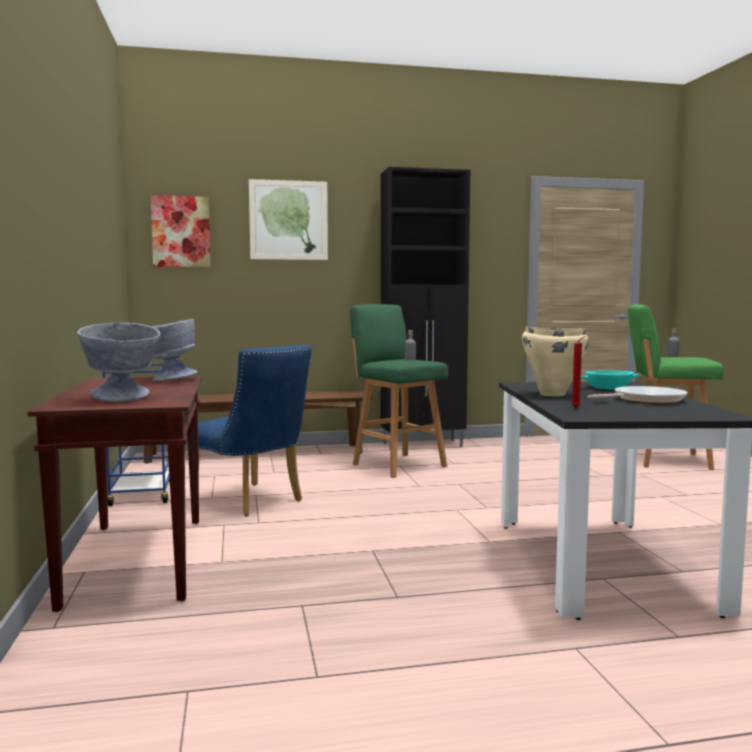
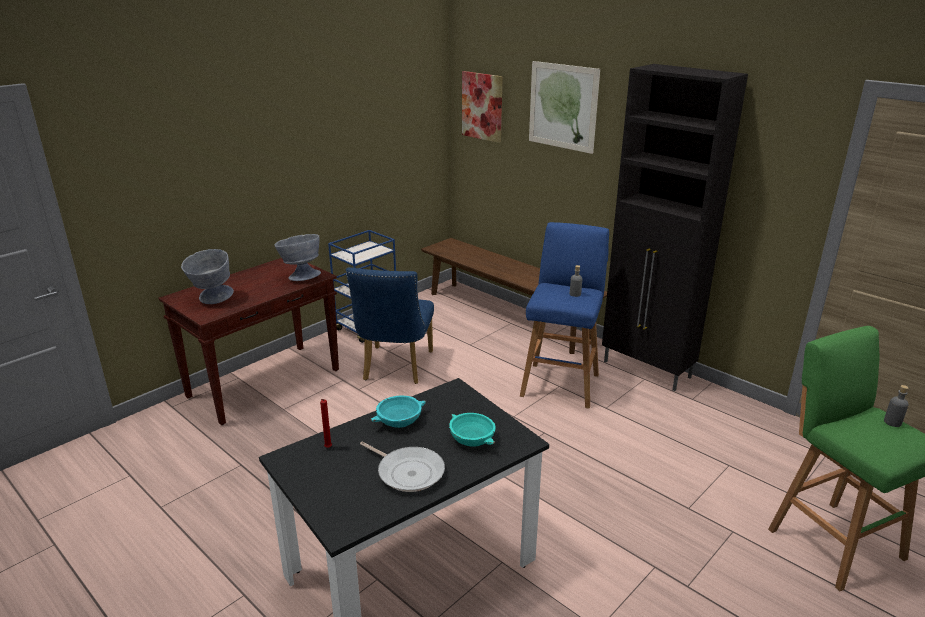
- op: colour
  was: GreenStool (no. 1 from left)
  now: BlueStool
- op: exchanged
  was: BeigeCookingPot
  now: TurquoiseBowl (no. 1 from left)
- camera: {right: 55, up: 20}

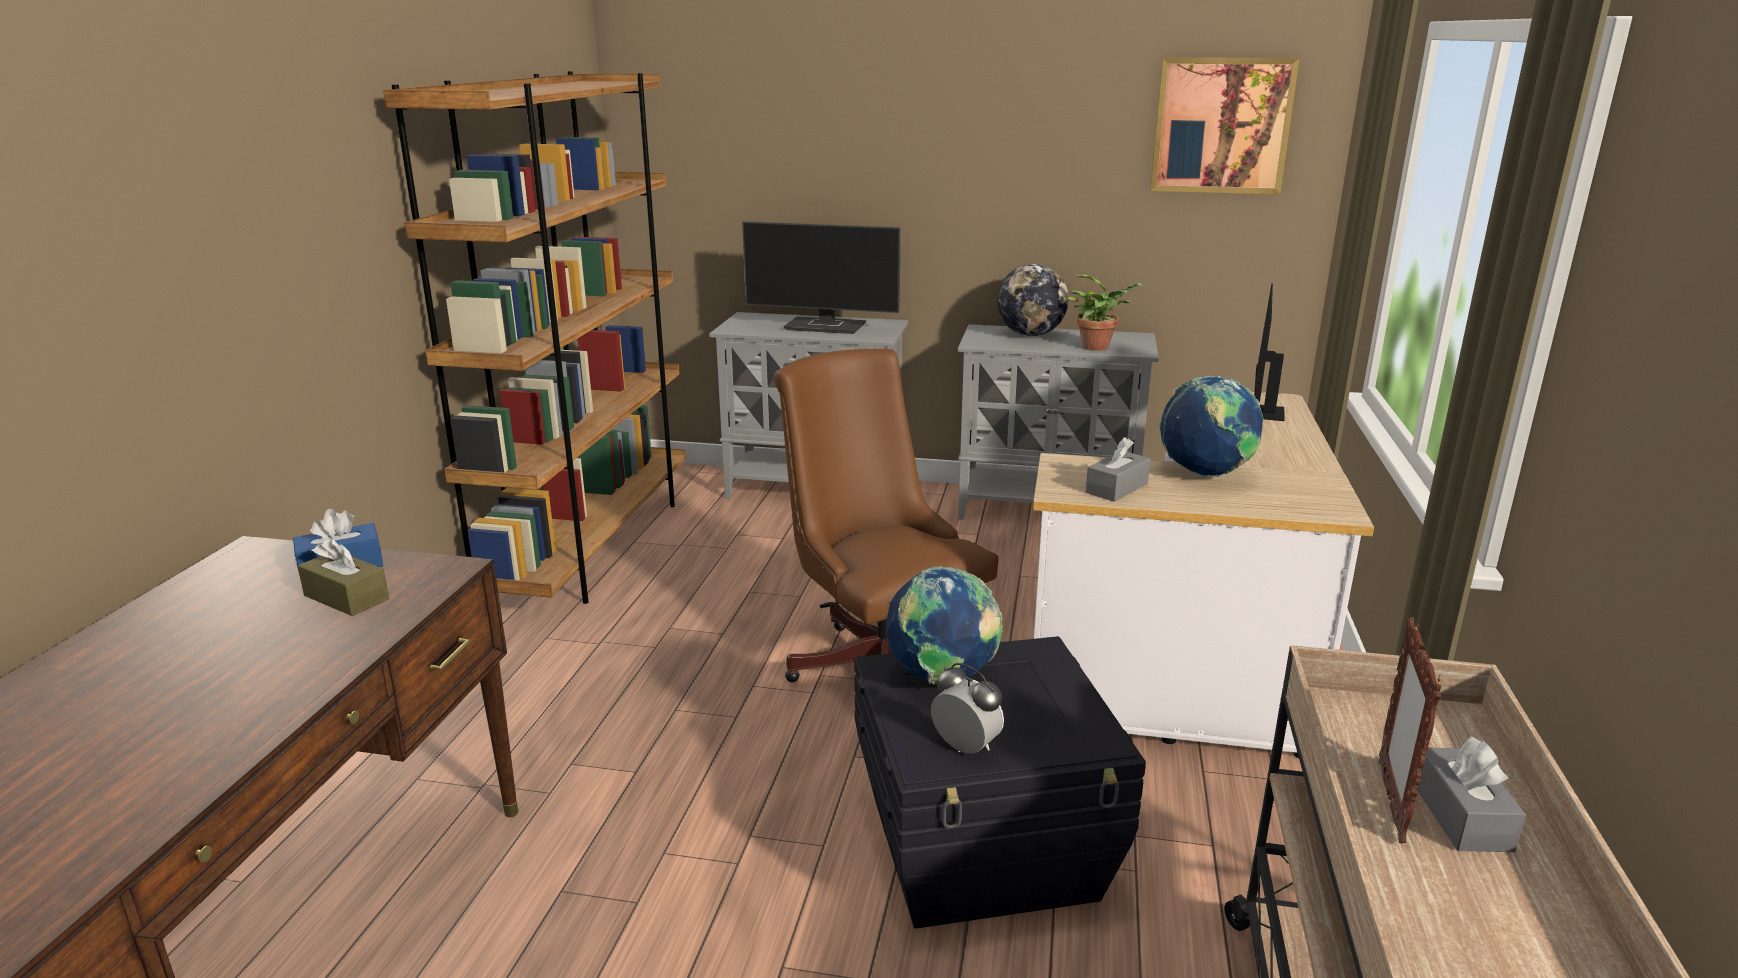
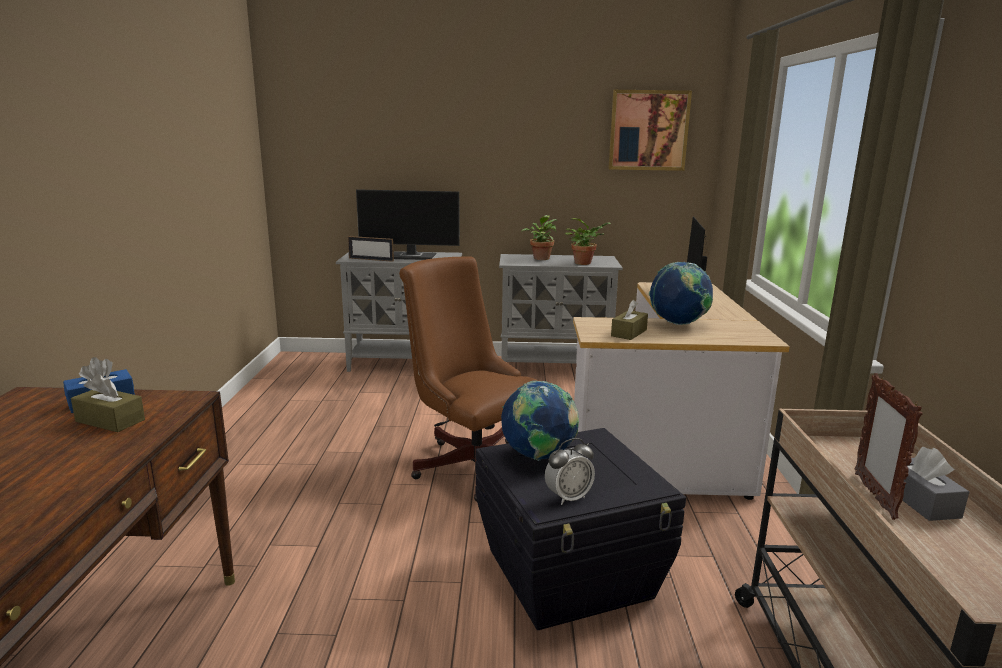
- op: missing
  was: BrownBookcase
- op: exchanged
  was: Globe (no. 2 from left)
  now: PottedPlant (no. 1 from left)
- op: colour
  was: GreyTissueBox (no. 1 from left)
  now: BrownTissueBox (no. 2 from left)
- op: spun
  was: AlarmClock
  clockwise: 120
- op: appeared
  now: PictureFrame (no. 1 from left)
- camera: {right: -10, up: -5}

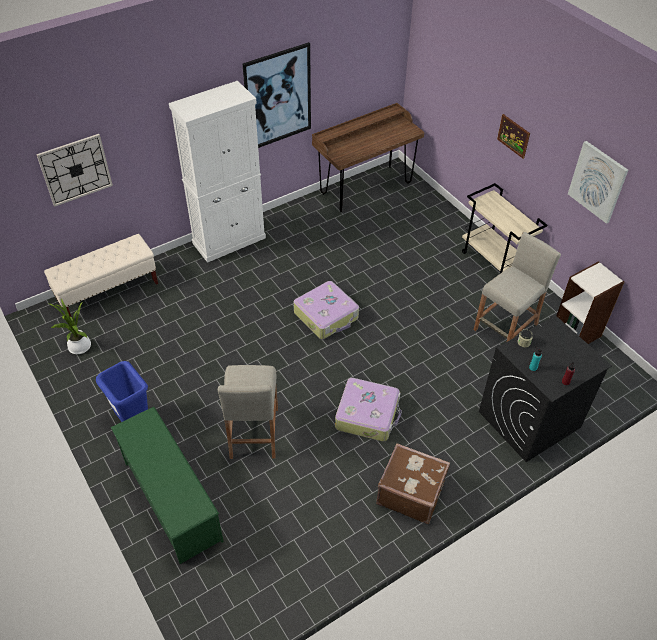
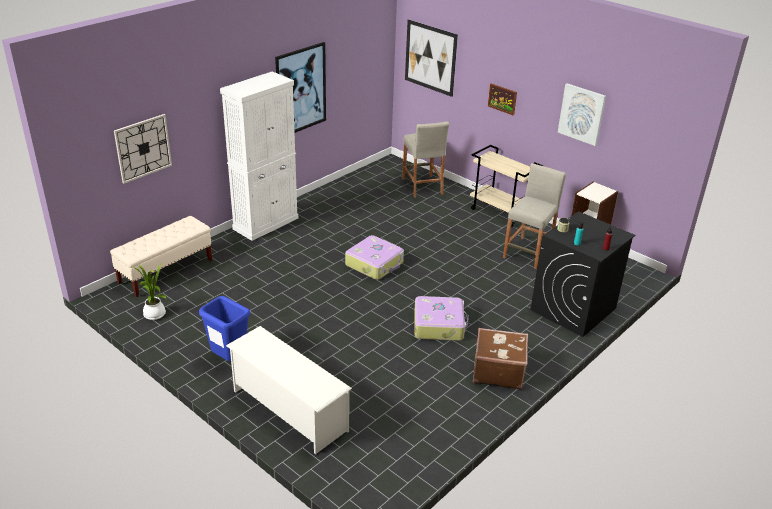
- op: missing
  was: BrownDesk
- op: relocated
  was: BeigeStool (no. 1 from left)
- op: colour
  was: GreenShoeRack
  now: WhiteShoeRack
- op: appeared
  now: Picture (no. 2 from left)
- camera: {right: -15, up: -15}

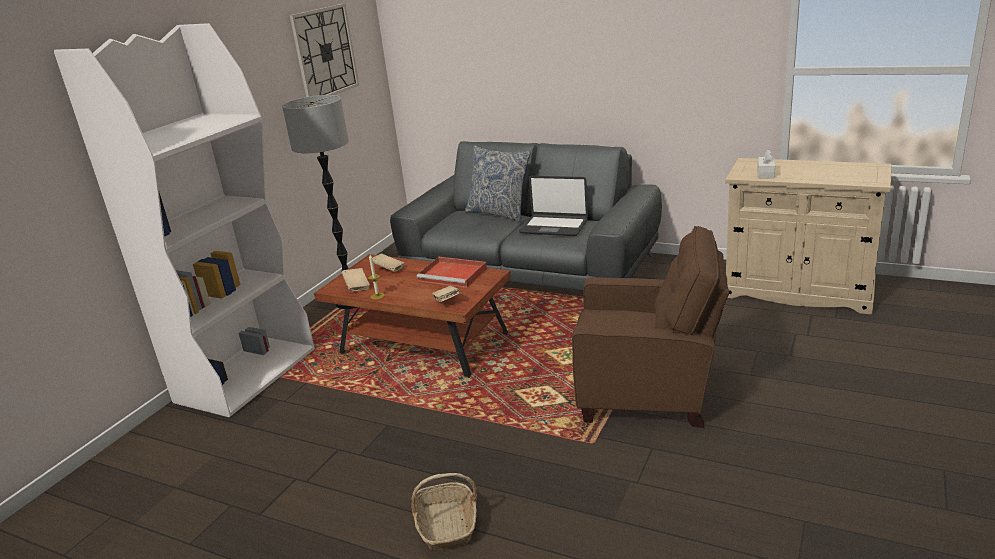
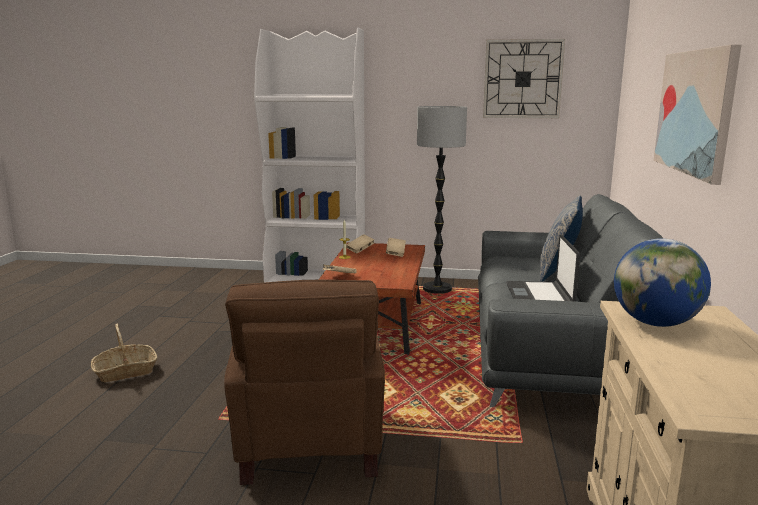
- op: exchanged
  was: WhiteTissueBox
  now: Globe
- op: missing
  was: RedTray
- op: appeared
  now: Picture
- camera: {right: 70, up: -10}

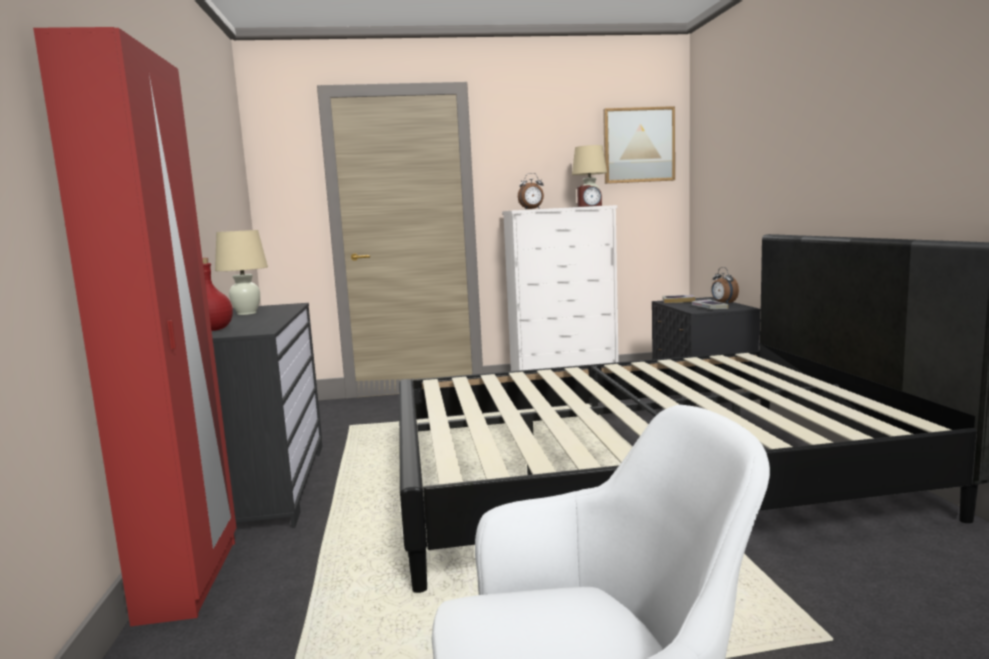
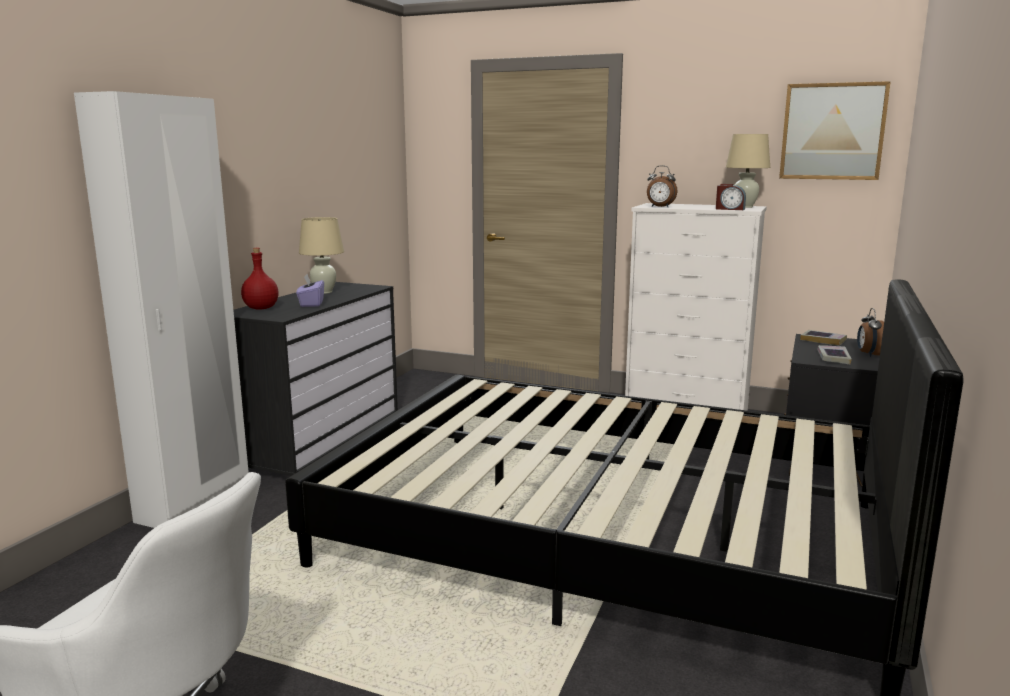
- op: colour
  was: RedWardrobe
  now: WhiteWardrobe
- op: appeared
  now: PurpleTissueBox
- camera: {right: 30, up: 5}

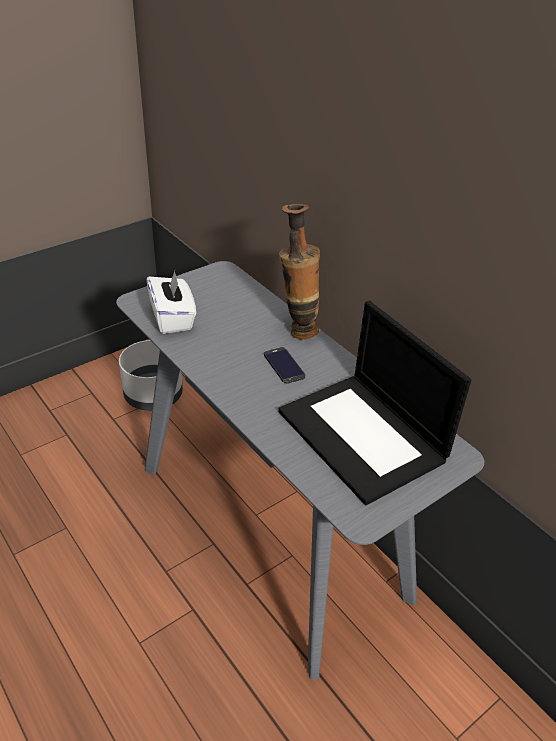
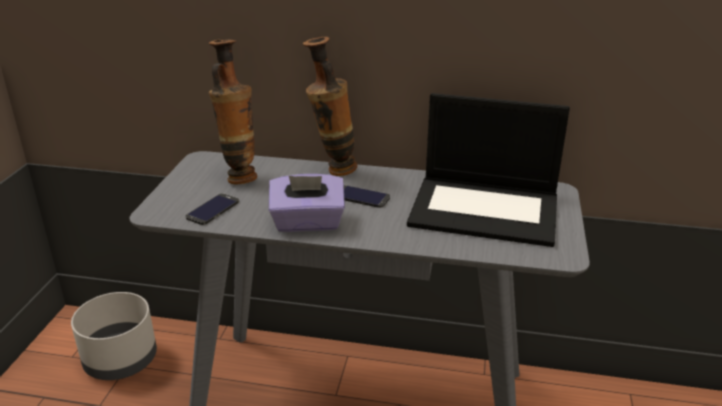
- op: exchanged
  was: WhiteTissueBox
  now: Phone (no. 1 from left)
- op: appeared
  now: Vase (no. 1 from left)
- op: appeared
  now: PurpleTissueBox
- camera: {right: -40, up: -10}

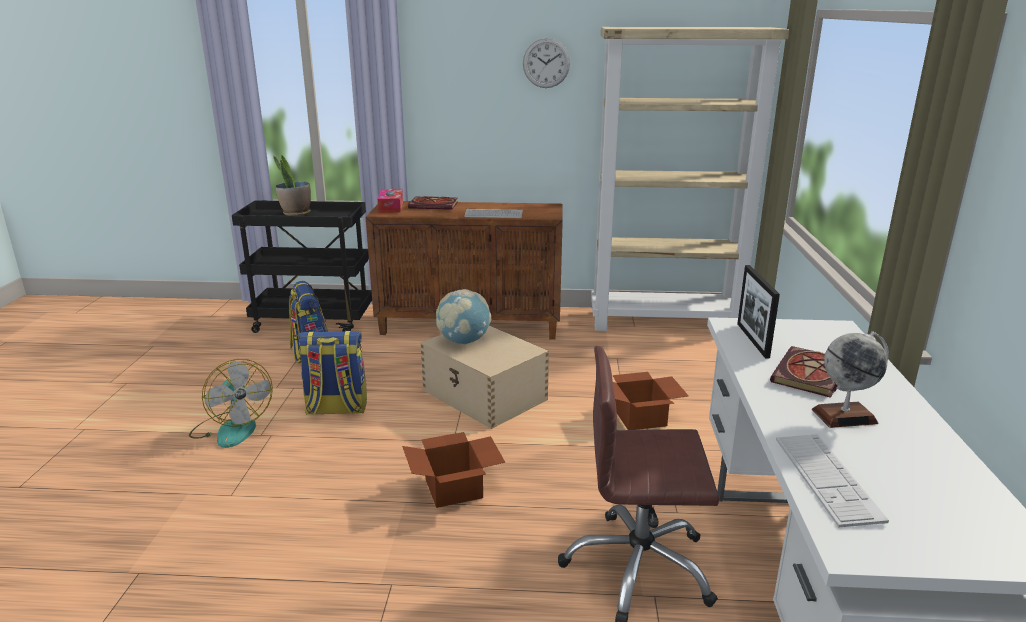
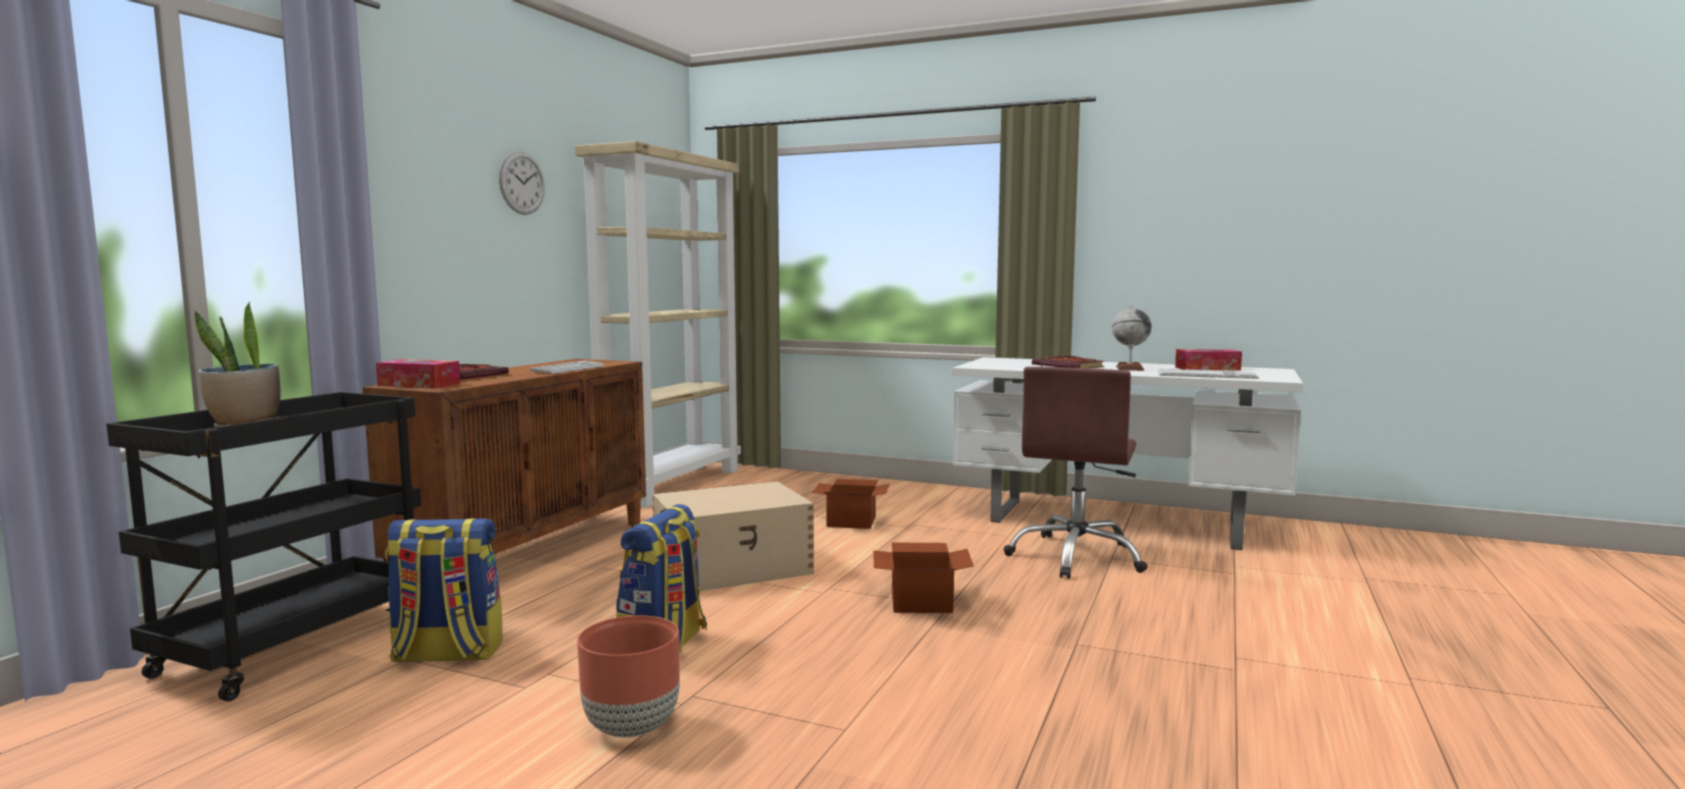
- op: missing
  was: PictureFrame
- op: missing
  was: Globe (no. 1 from left)
- op: exchanged
  was: Fan
  now: BrownPlanter
- op: appeared
  now: TissueBox (no. 2 from left)
- camera: {right: -70, up: -15}

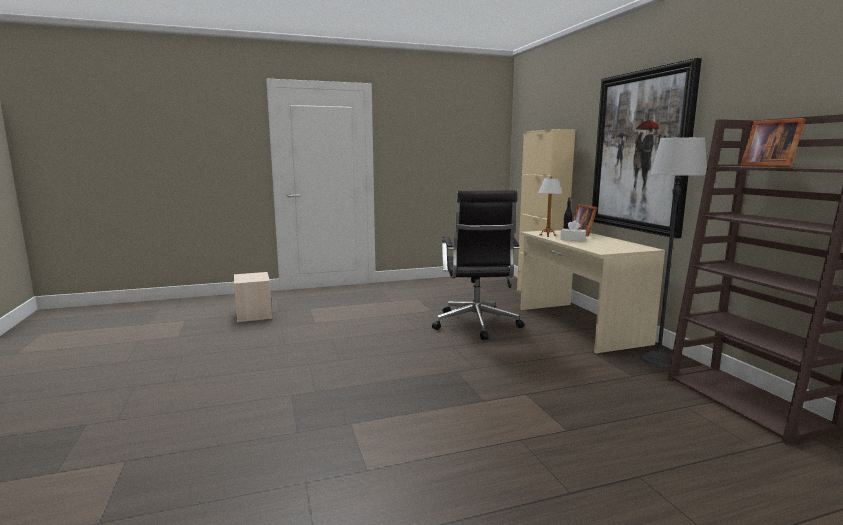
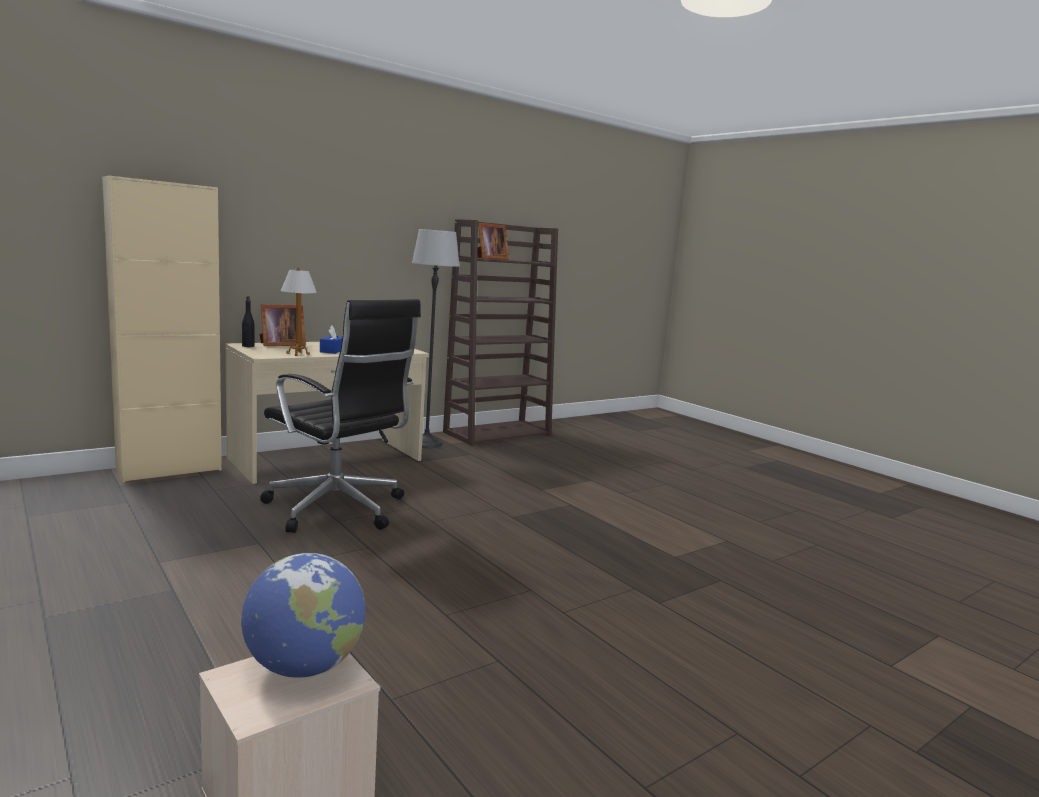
- op: missing
  was: Picture
- op: spun
  was: BlackOfficeChair
  clockwise: 60
- op: colour
  was: WhiteTissueBox
  now: BlueTissueBox
- op: appeared
  now: Globe
- camera: {right: -110, up: 0}

